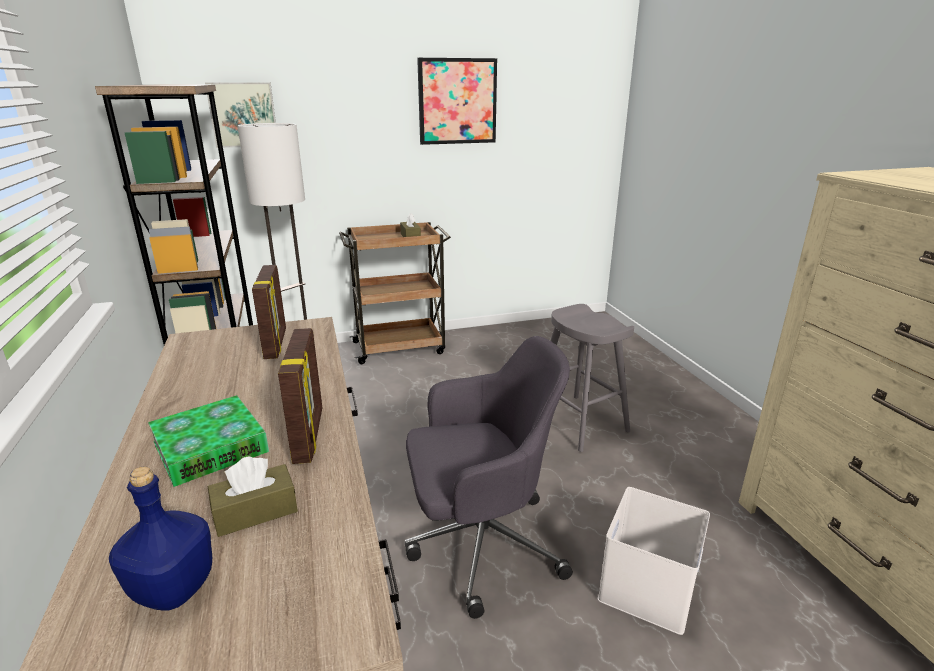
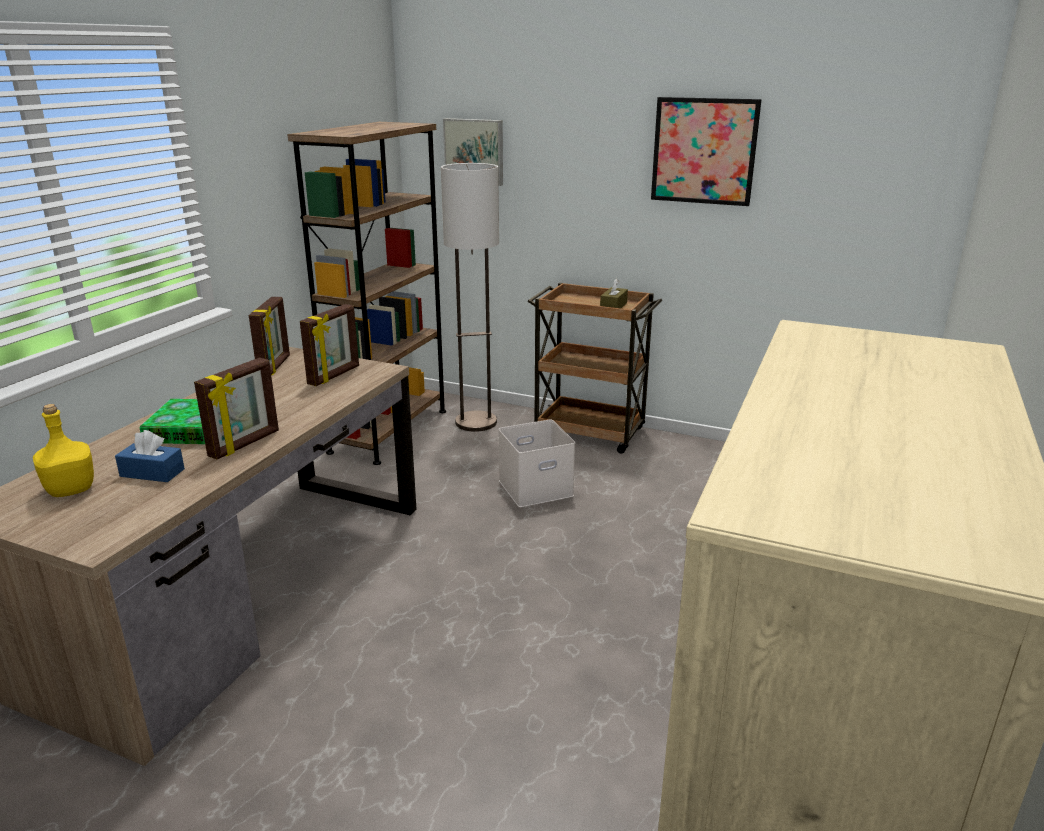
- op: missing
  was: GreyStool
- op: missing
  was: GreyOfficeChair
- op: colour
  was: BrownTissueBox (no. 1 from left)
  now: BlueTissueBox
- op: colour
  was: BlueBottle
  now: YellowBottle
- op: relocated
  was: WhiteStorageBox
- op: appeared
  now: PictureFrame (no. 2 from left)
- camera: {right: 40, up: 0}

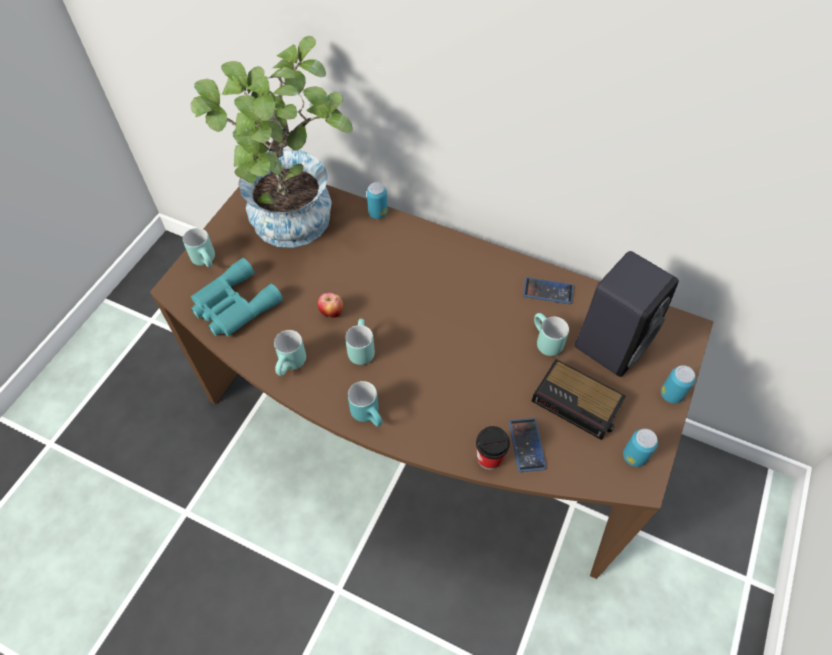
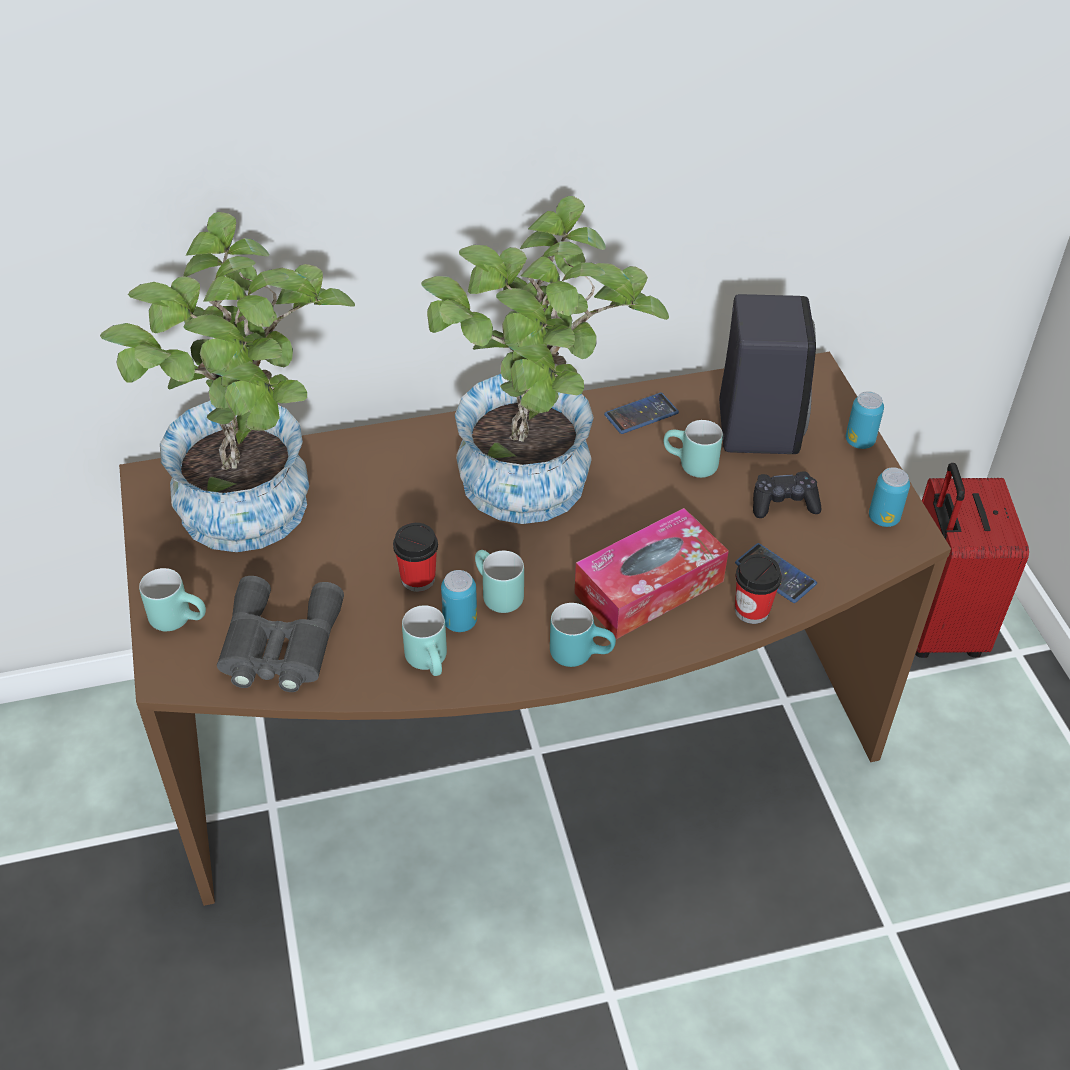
- op: relocated
  was: Can (no. 1 from left)
- op: colour
  was: TurquoiseBinoculars
  now: GreyBinoculars
- op: exchanged
  was: Apple
  now: Cup (no. 1 from left)
- op: exchanged
  was: AlarmClock
  now: BlackGameController
- op: appeared
  now: PottedPlant (no. 2 from left)
- op: appeared
  now: RedSuitcase
- op: appeared
  now: TissueBox
- camera: {right: -40, up: -10}

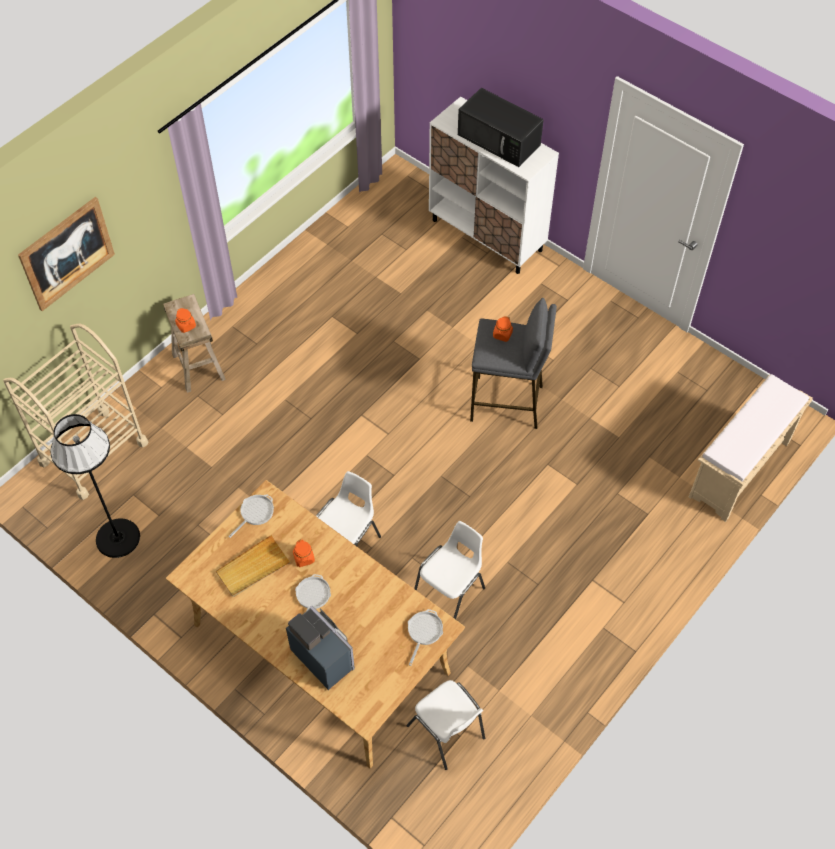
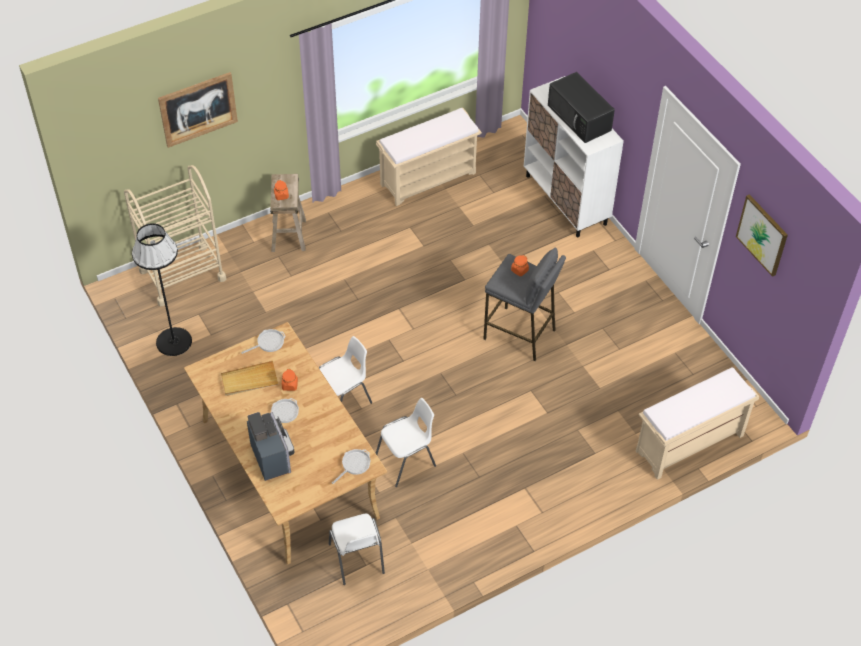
- op: appeared
  now: BeigeBench (no. 1 from left)
- op: appeared
  now: Picture (no. 2 from left)
- camera: {right: 20, up: -5}

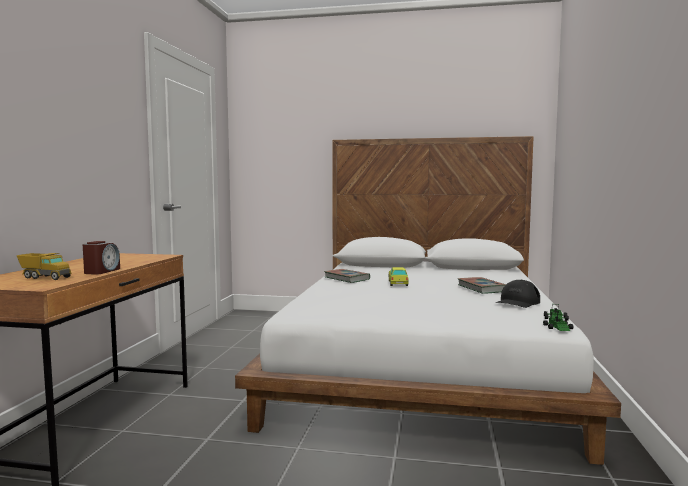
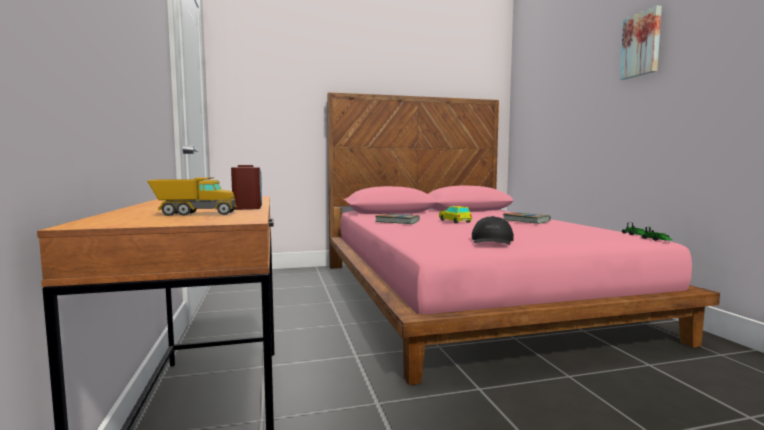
- op: colour
  was: WhiteBed
  now: PinkBed
- op: relocated
  was: BlackCap
- op: appeared
  now: Picture
- camera: {right: -25, up: 0}

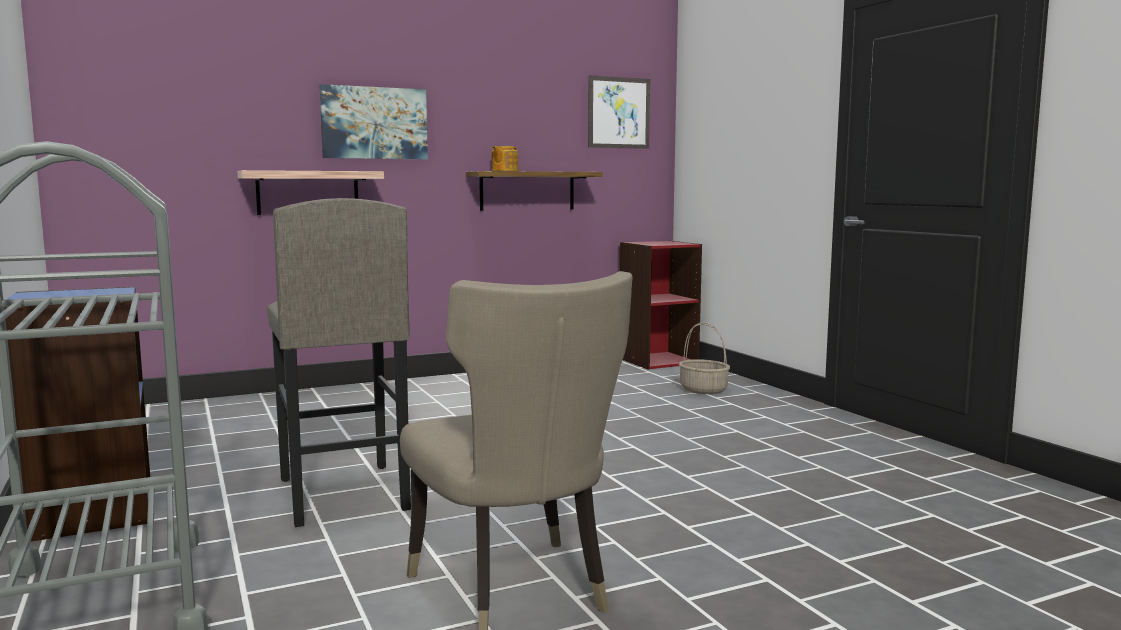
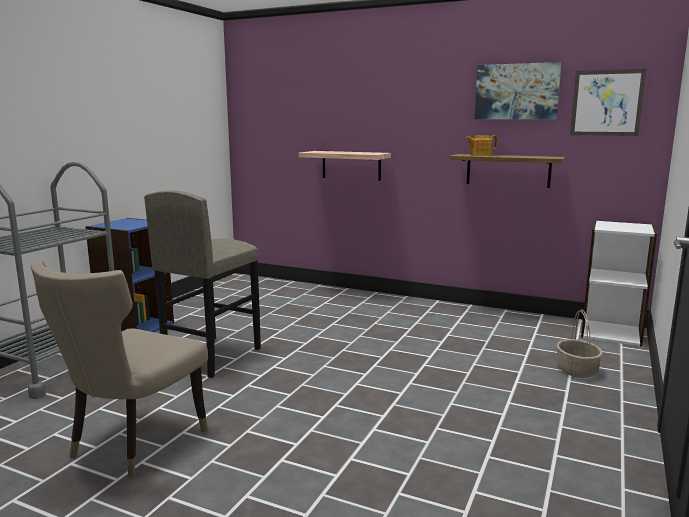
- op: relocated
  was: Picture (no. 1 from left)
- op: colour
  was: RedBookcase
  now: WhiteBookcase
- camera: {right: 50, up: 5}

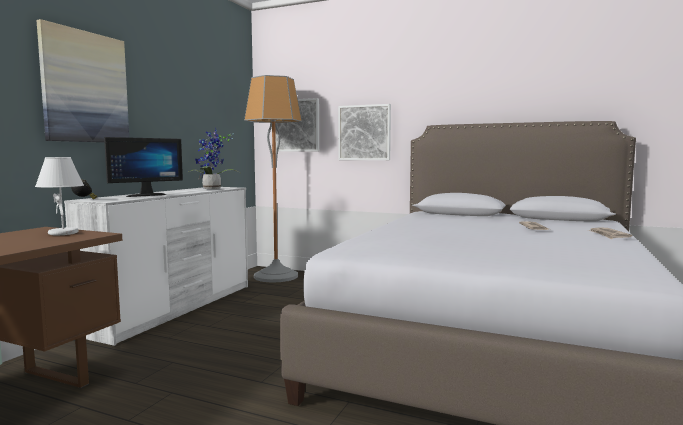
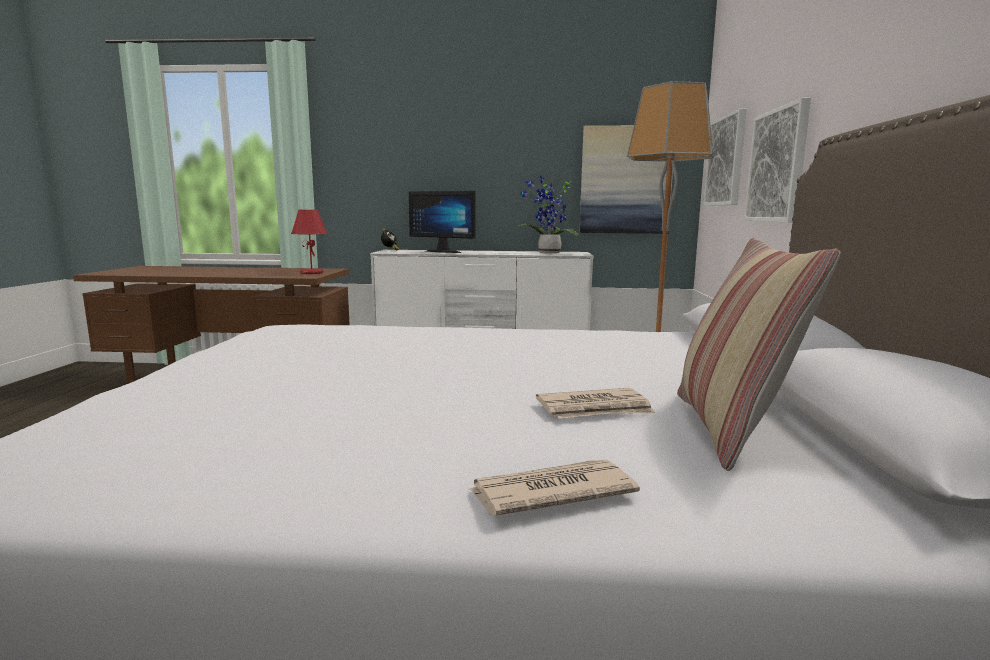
- op: relocated
  was: Picture (no. 1 from left)
- op: colour
  was: WhiteTableLamp
  now: RedTableLamp
- op: appeared
  now: Pillow
- camera: {right: 70, up: 5}

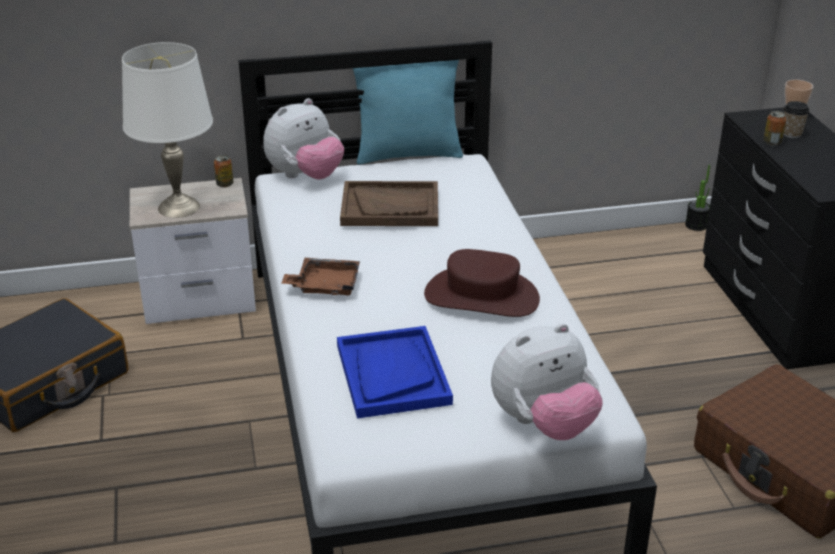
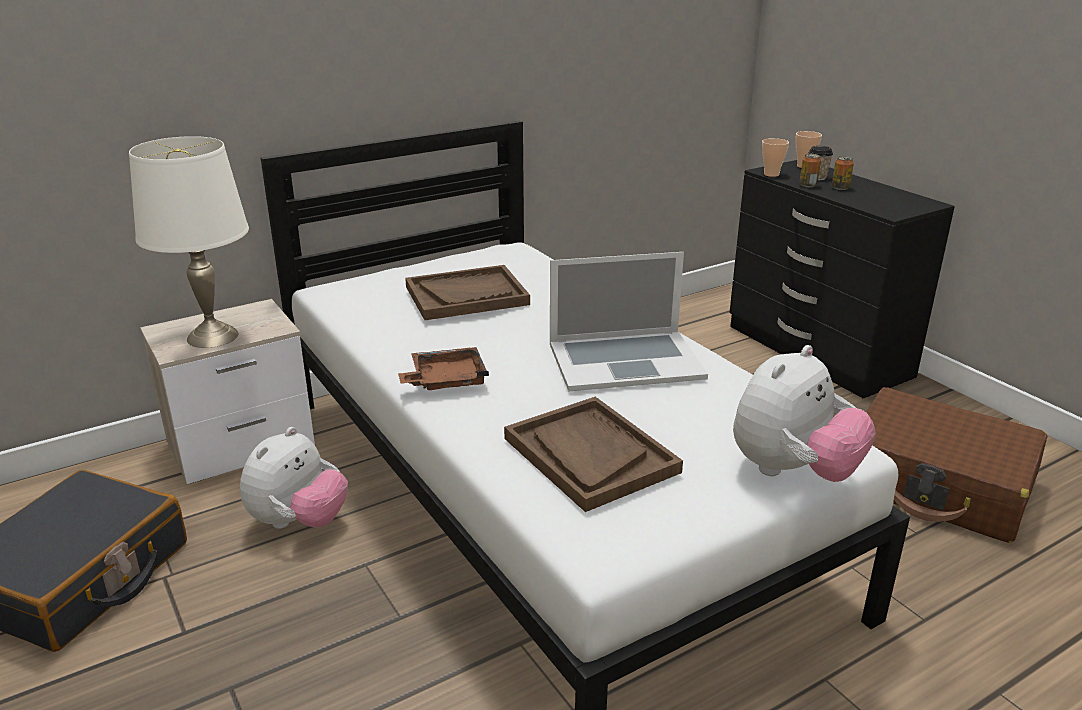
- op: missing
  was: TurquoisePillow
- op: relocated
  was: PlushToy (no. 1 from left)
- op: relocated
  was: Can (no. 1 from left in the first image)
  now: Can (no. 2 from left)
- op: missing
  was: PottedPlant
- op: exchanged
  was: BrownHat
  now: Laptop
- op: colour
  was: BlueTray
  now: BrownTray (no. 3 from left)
- op: appeared
  now: Cup (no. 1 from left)
- camera: {right: -20, up: -5}

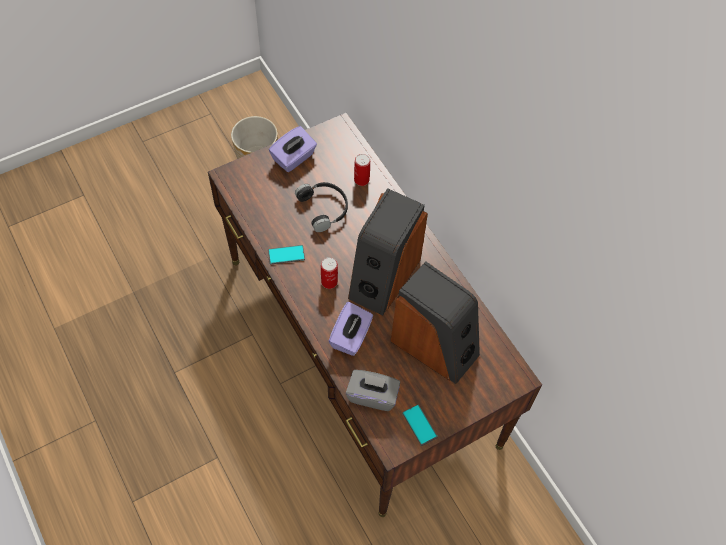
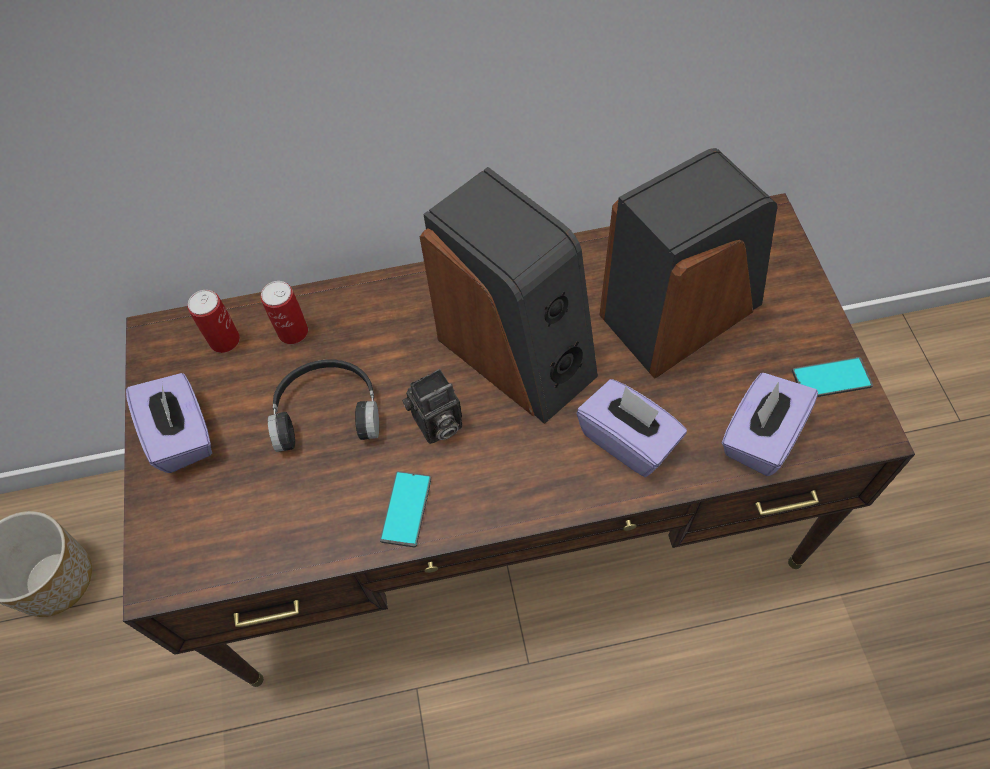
- op: relocated
  was: Can (no. 1 from left)
- op: colour
  was: GreyTissueBox
  now: PurpleTissueBox (no. 3 from left)
- op: appeared
  now: PhotoCamera
- camera: {right: -65, up: 0}

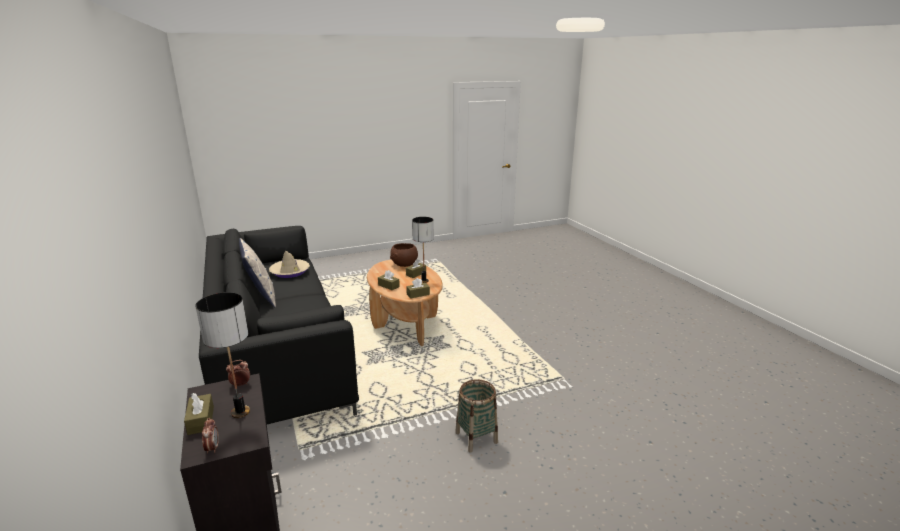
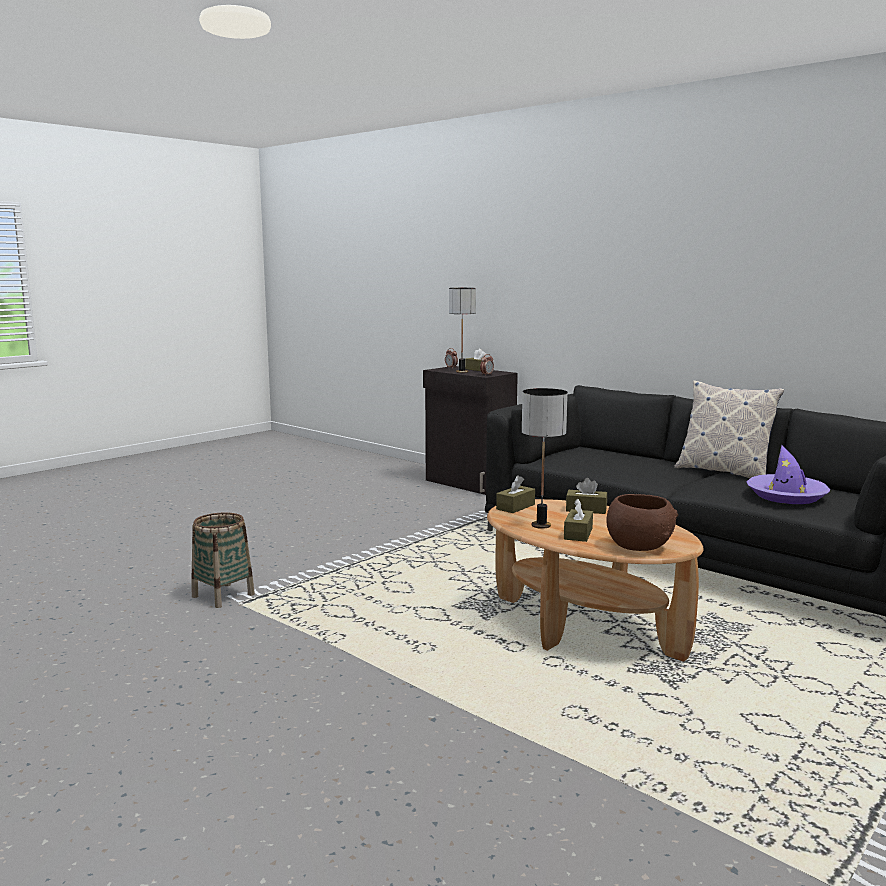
- op: colour
  was: BeigeHat
  now: PurpleHat
- op: relocated
  was: Basket
- camera: {right: 155, up: -10}

